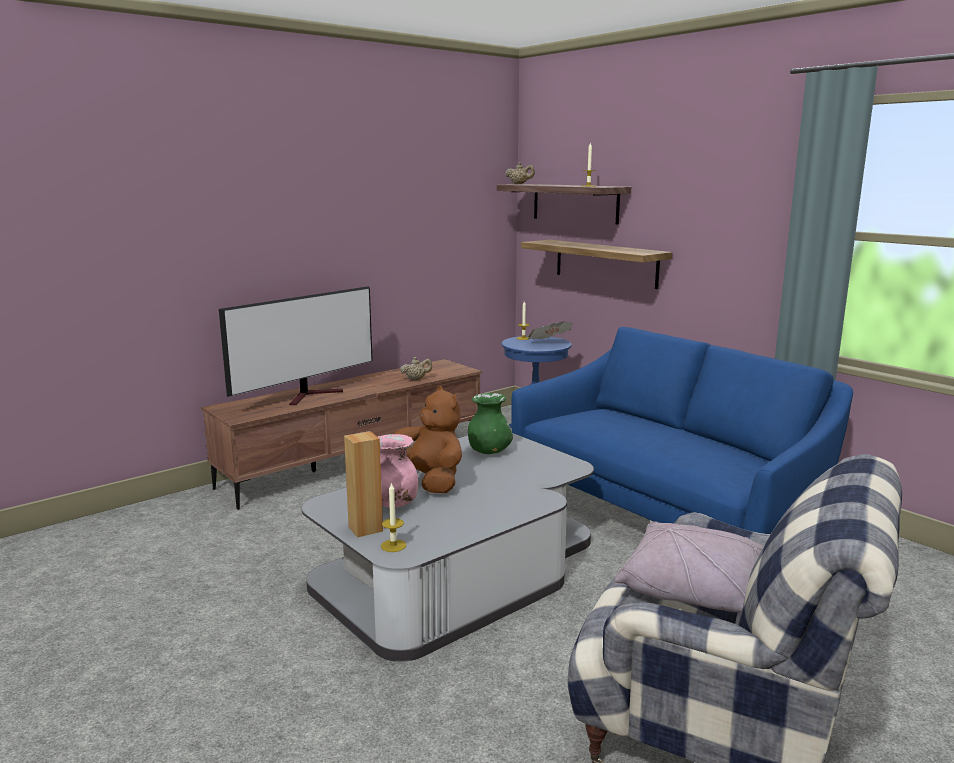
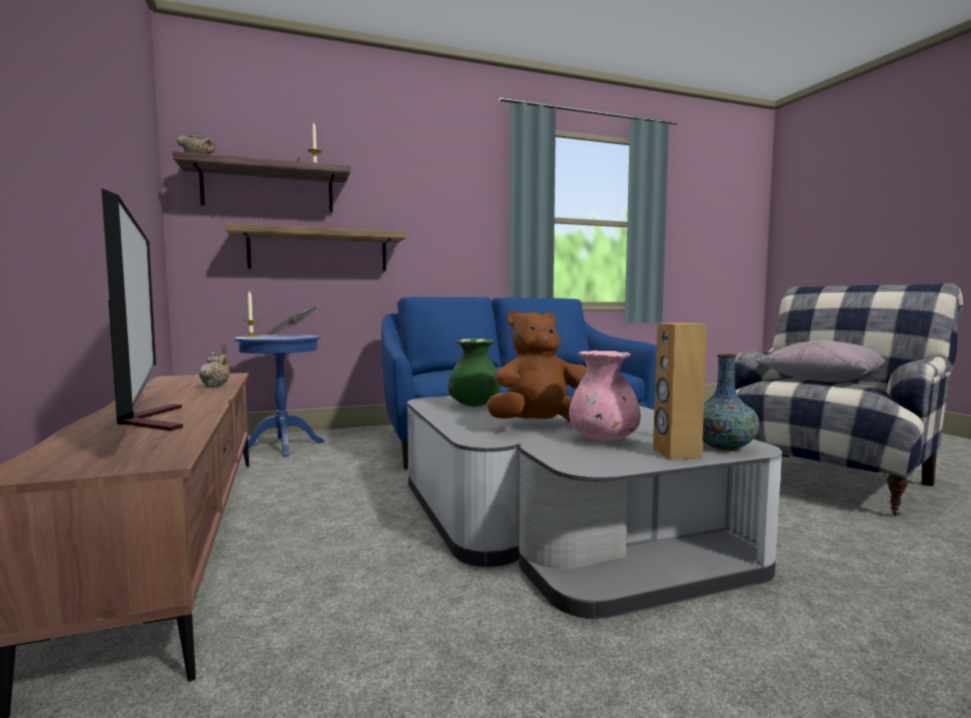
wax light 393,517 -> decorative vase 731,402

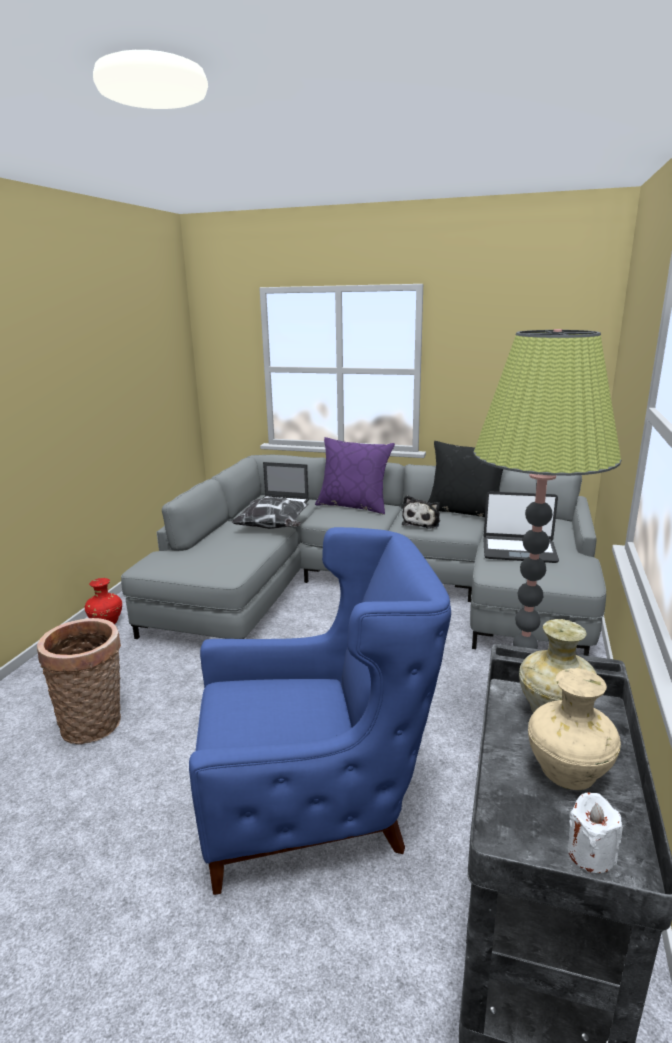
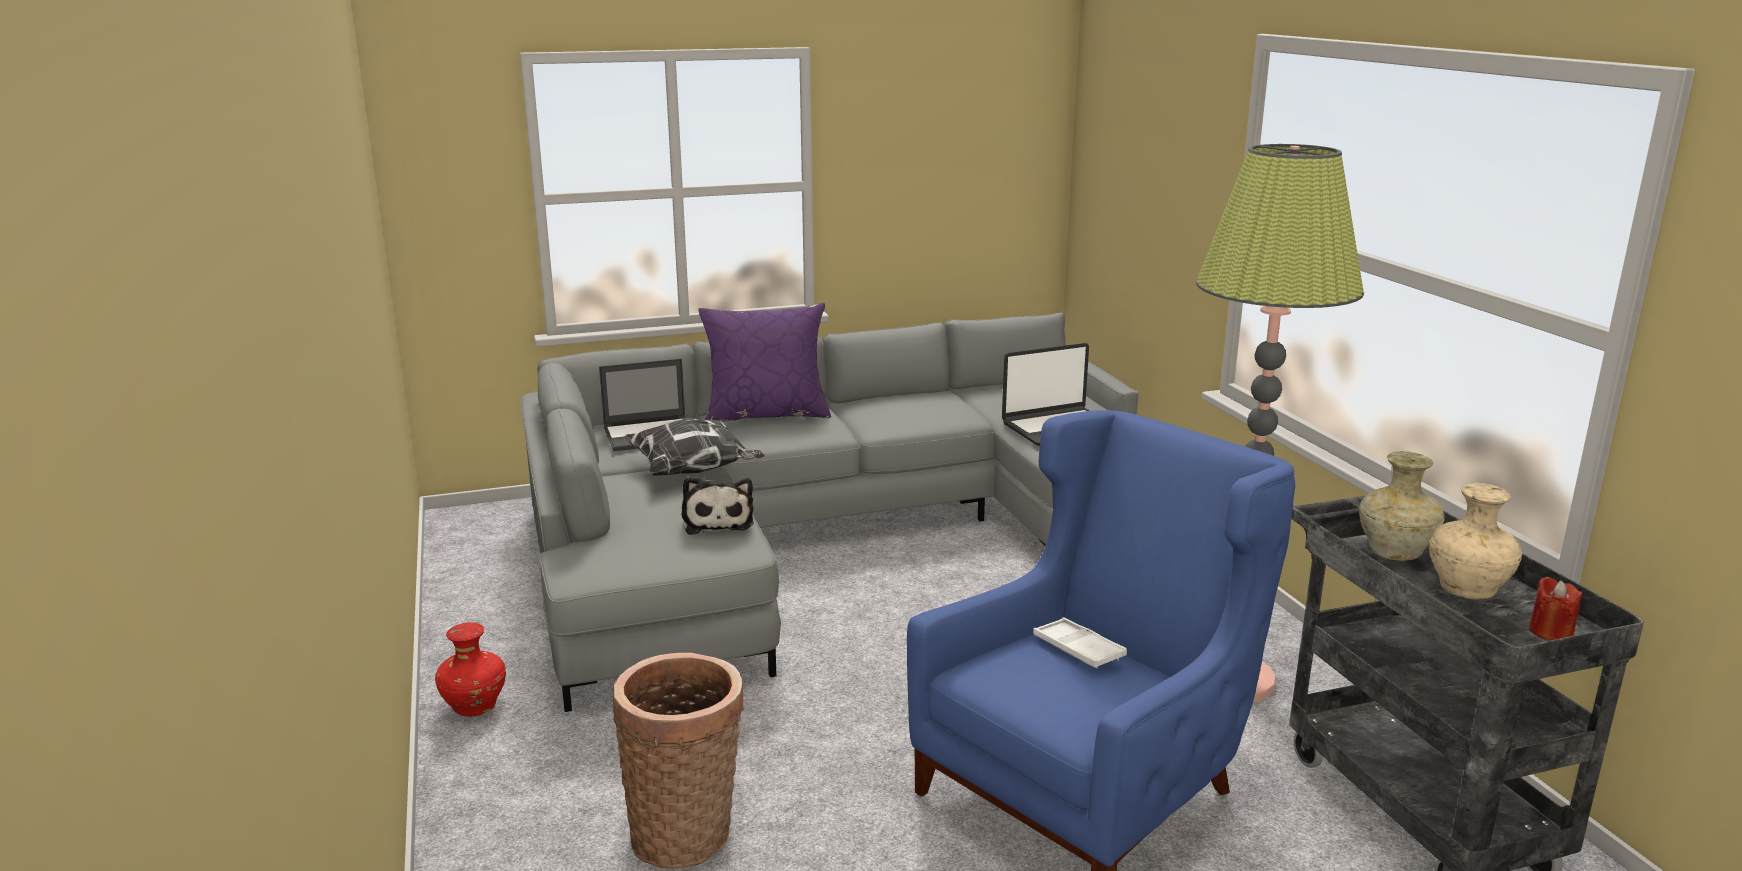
soft toy 421,512 -> soft toy 718,505, relocated
none -> whitish carrying tray 1080,642
whitish wax light 595,832 -> reddish wax light 1556,609
blackish cushion 465,479 -> none

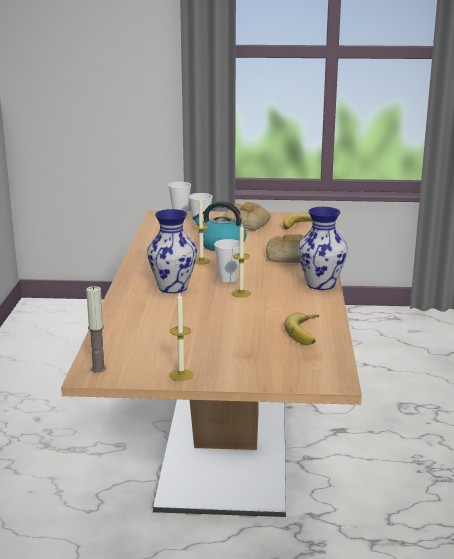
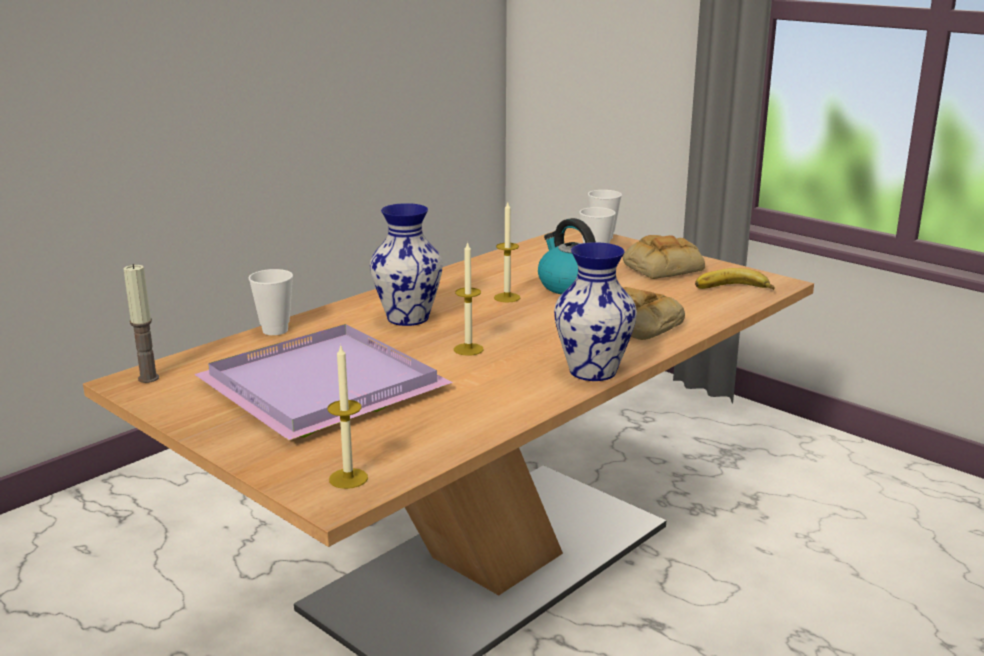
none -> purple carrying tray 323,382
small cup 227,260 -> small cup 271,302, relocated
wax light 181,336 -> wax light 347,417, relocated
banana fruit 301,329 -> none

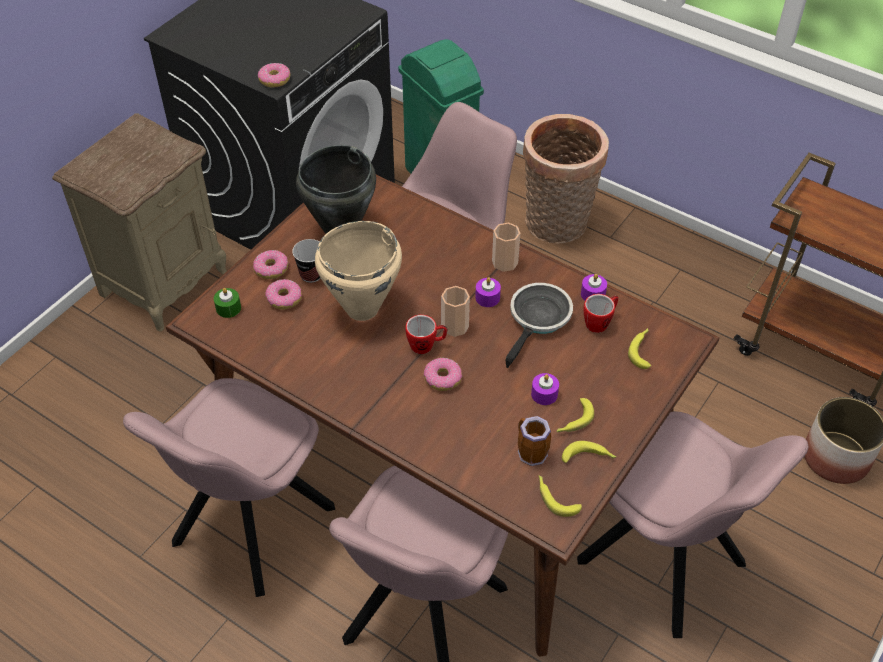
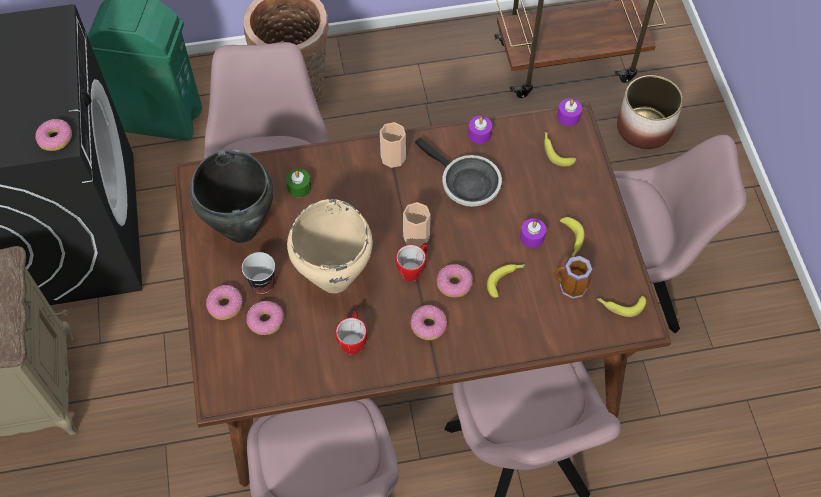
green-coloured wax light 227,303 -> green-coloured wax light 298,183, relocated
mug 600,313 -> mug 351,332, relocated
none -> ring doughnut 429,322
pan 539,325 -> pan 458,172, 150 degrees clockwise
banana fruit 589,452 -> banana fruit 506,281, relocated
purple wax light 488,292 -> purple wax light 569,112, relocated

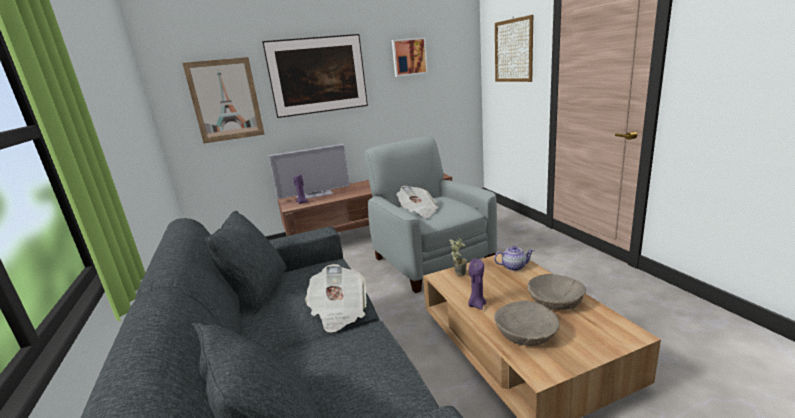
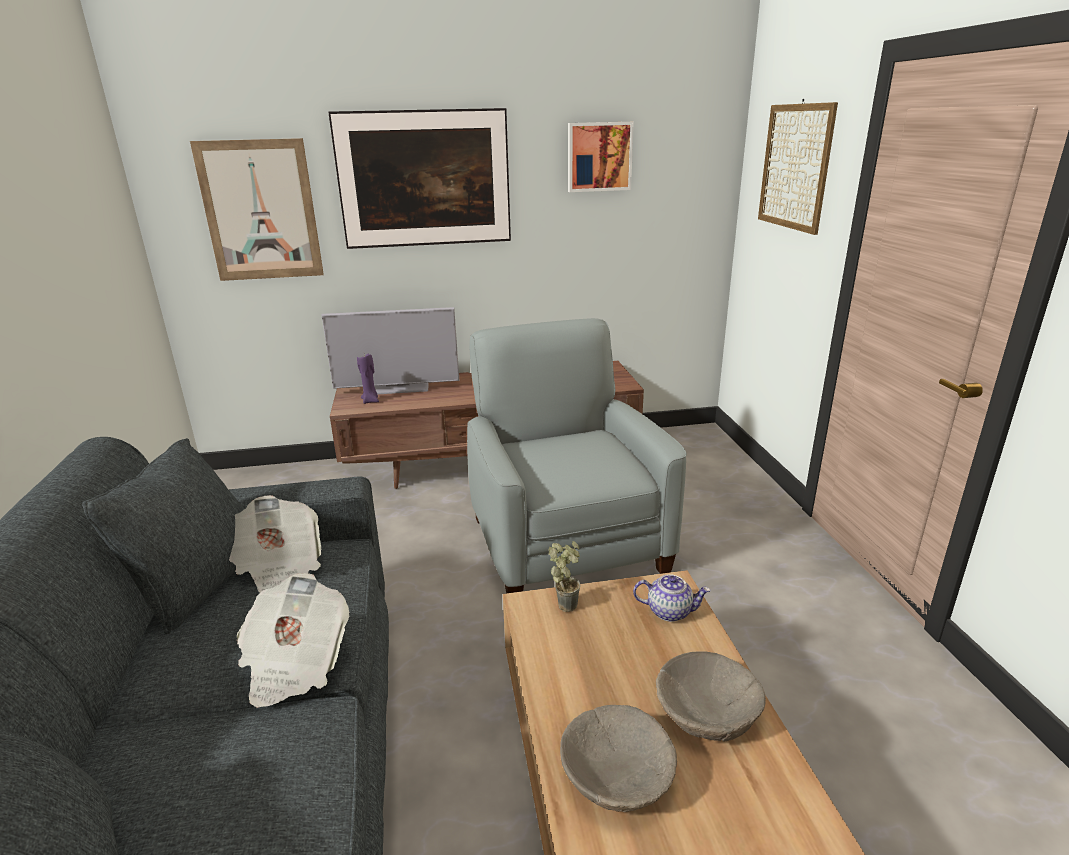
daily paper 418,202 -> daily paper 275,544, relocated
purple wax light 477,284 -> none

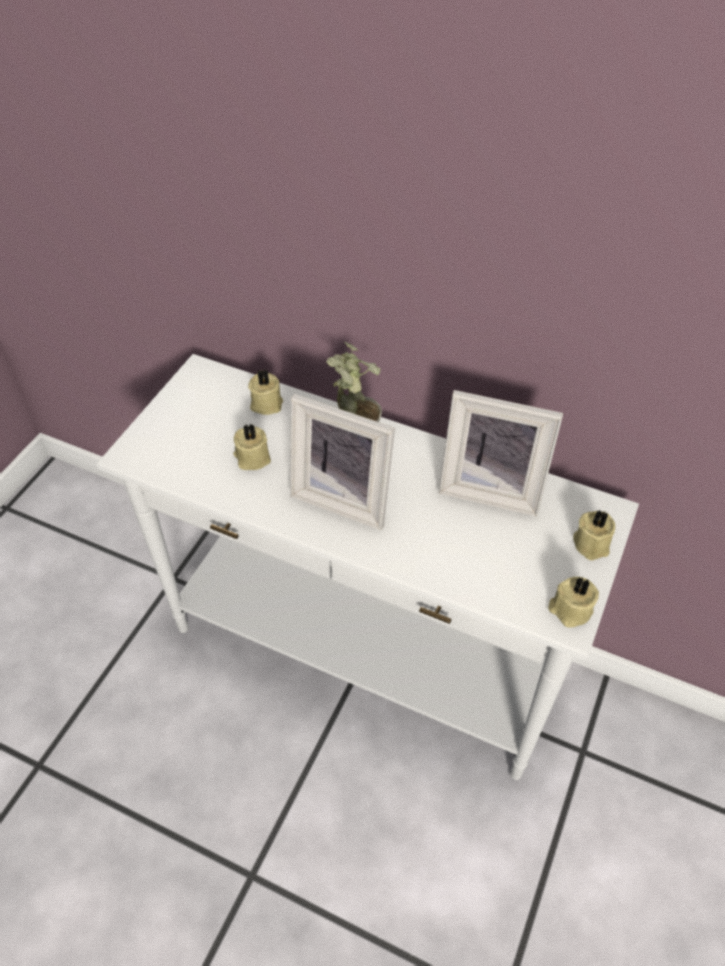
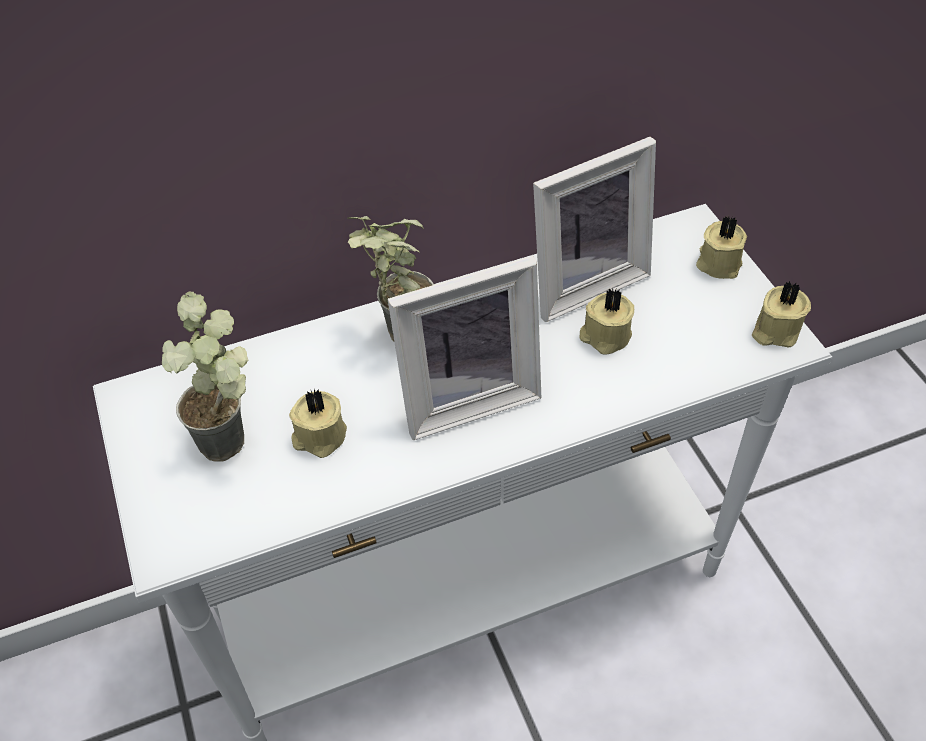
none -> potted plant 205,376
sand-coloured wax light 265,392 -> sand-coloured wax light 606,321, relocated

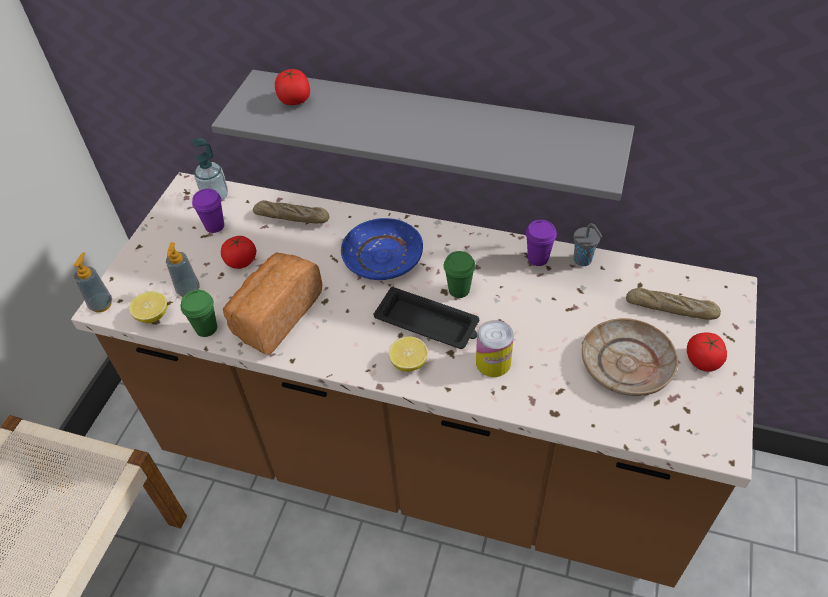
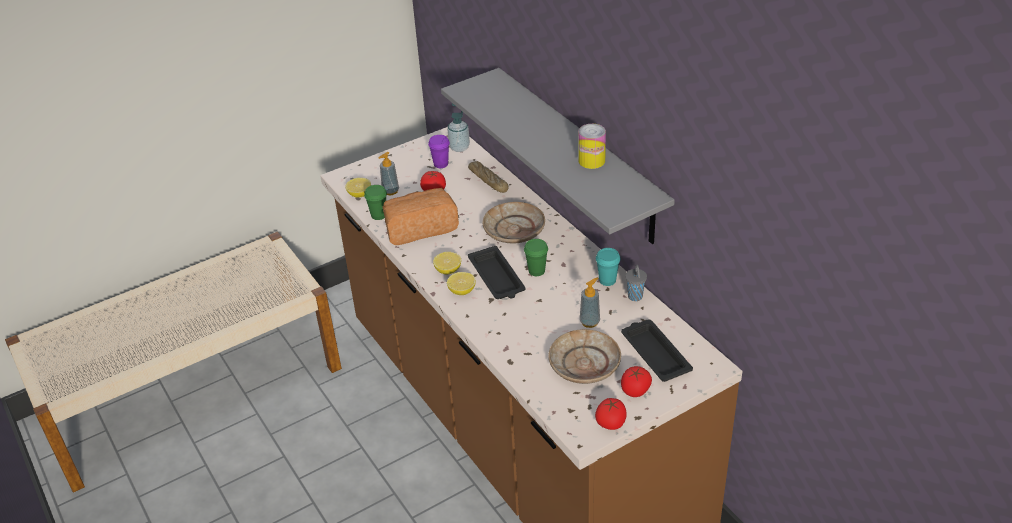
none -> whole lemon 447,263
blue-coloured dinner plate 382,249 -> sand-coloured dinner plate 514,222
sealed can 495,348 -> sealed can 592,146, relocated
liquid soap bottle 93,282 -> liquid soap bottle 590,302, relocated
fresh tomato 292,86 -> fresh tomato 611,414, relocated
purple small cup 541,243 -> turquoise-coloured small cup 608,267
bread 673,304 -> blackish carrying tray 657,350

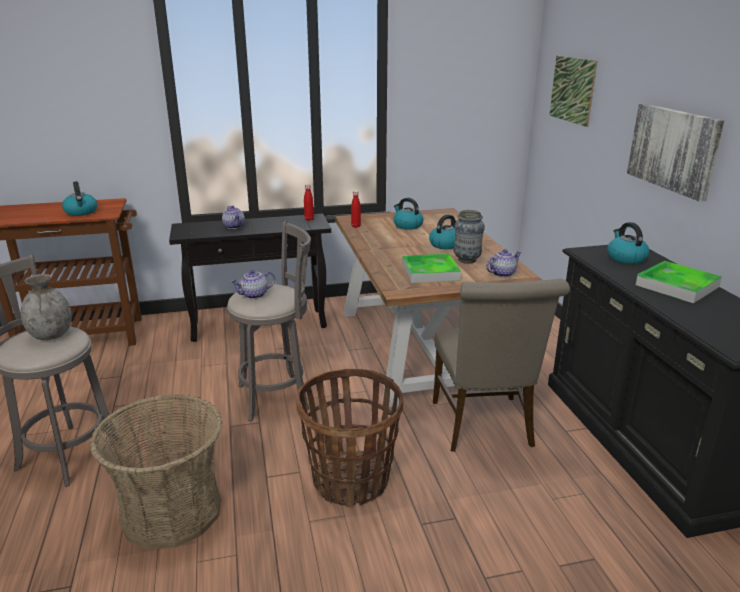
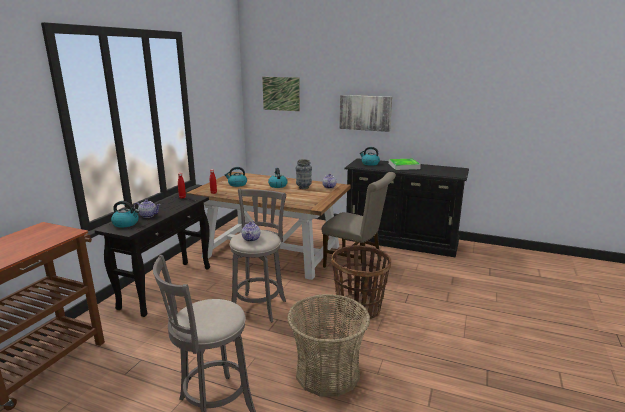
tea kettle 80,198 -> tea kettle 125,214, relocated
gray decorative vase 46,307 -> none
carrying tray 432,268 -> none

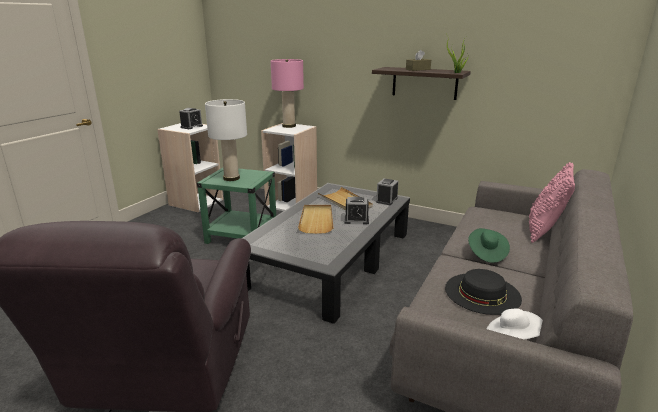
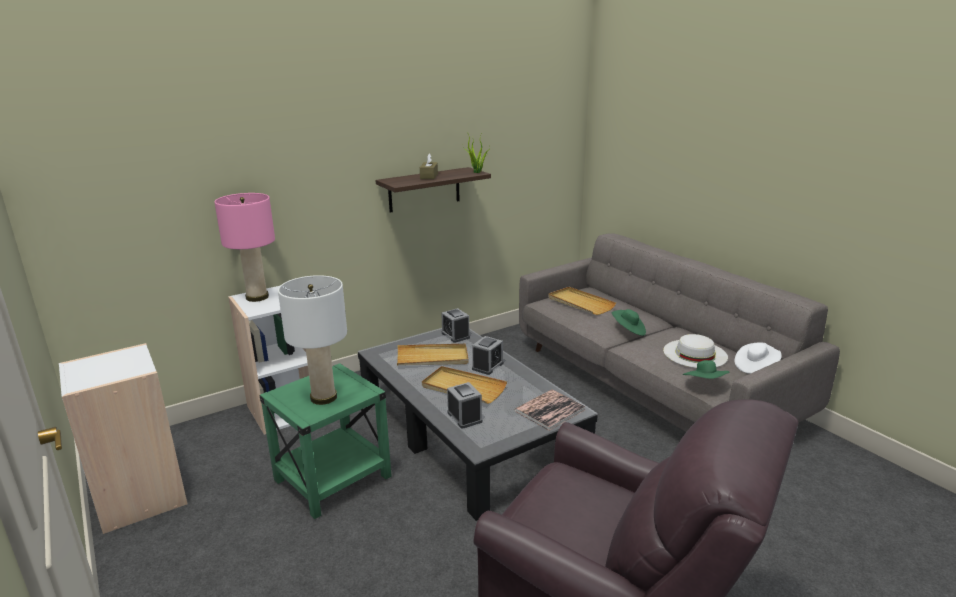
table clock 191,118 -> table clock 465,405, relocated
none -> bound book 550,410
none -> sand-coloured carrying tray 582,301
blackish clothing hat 483,292 -> whitish clothing hat 695,351
none -> green-coloured clothing hat 705,369
pink-coloured cushion 552,202 -> none

